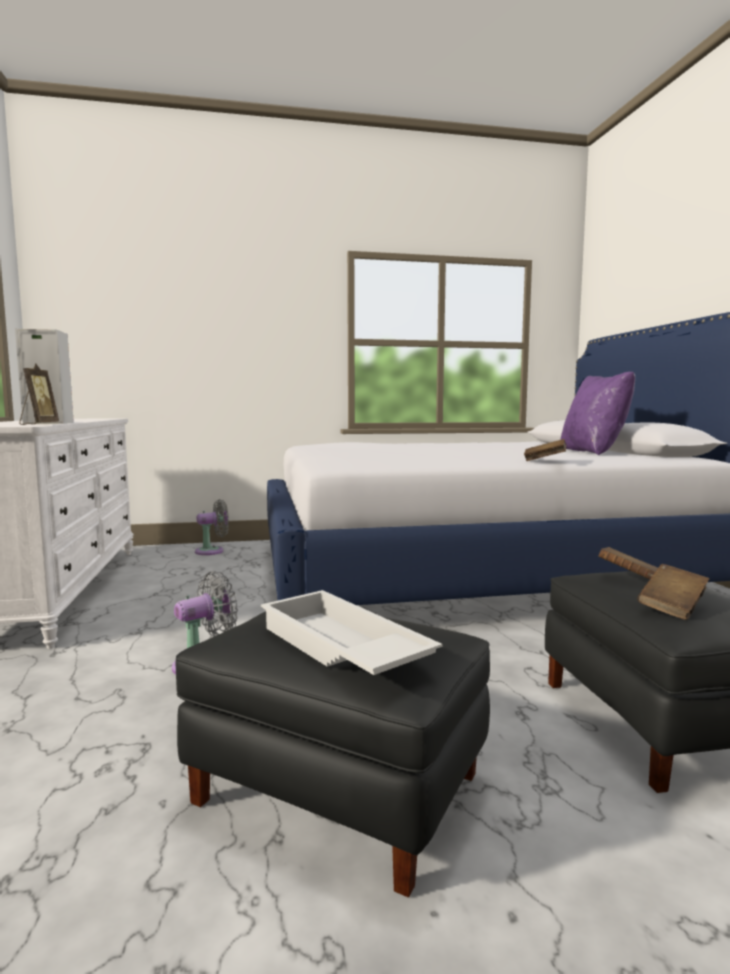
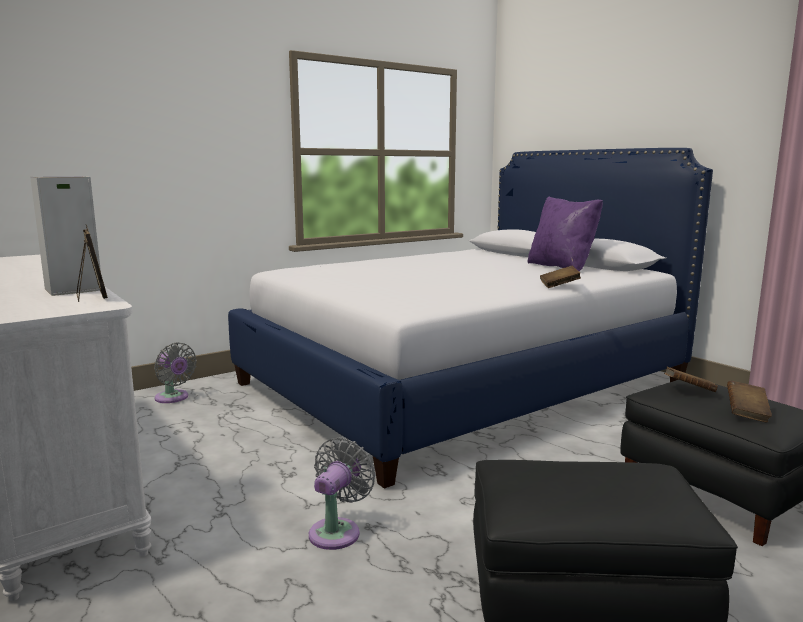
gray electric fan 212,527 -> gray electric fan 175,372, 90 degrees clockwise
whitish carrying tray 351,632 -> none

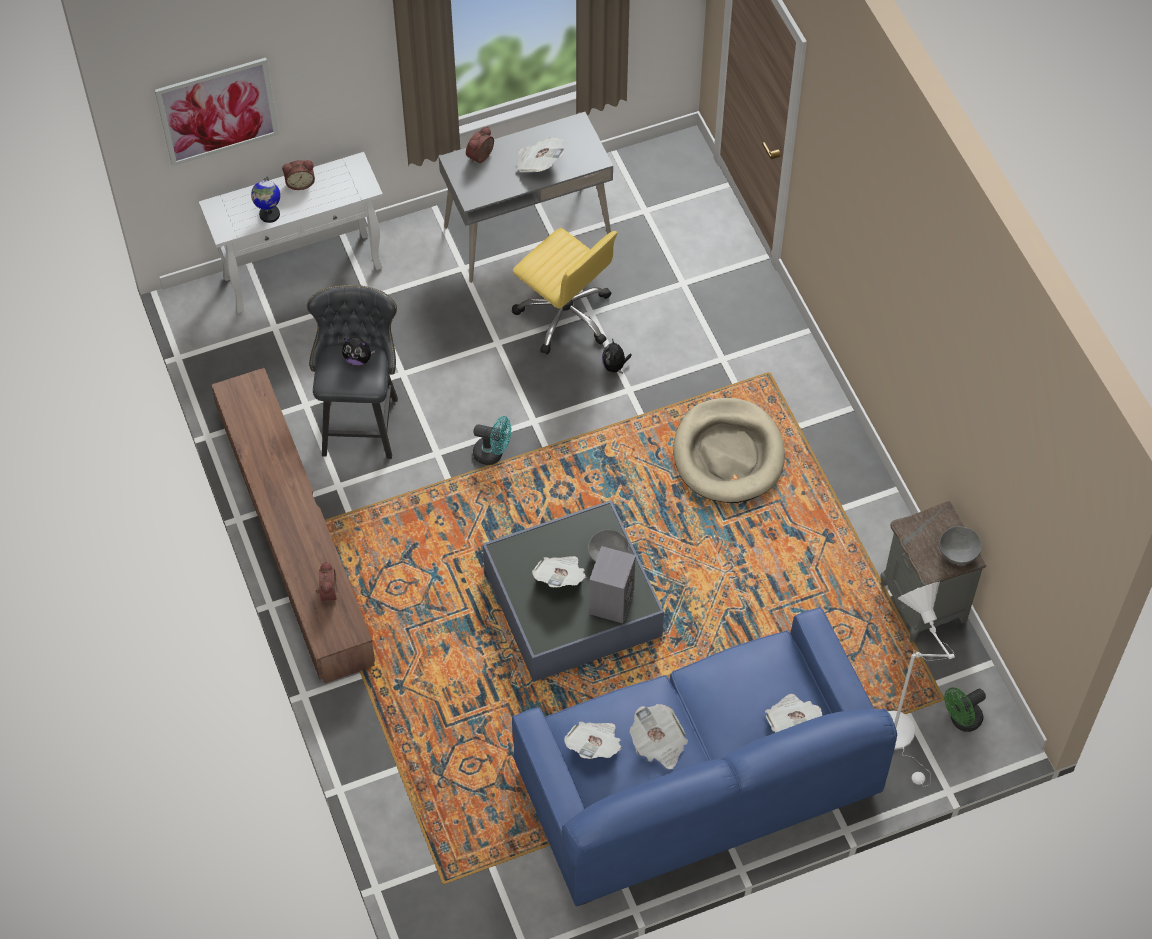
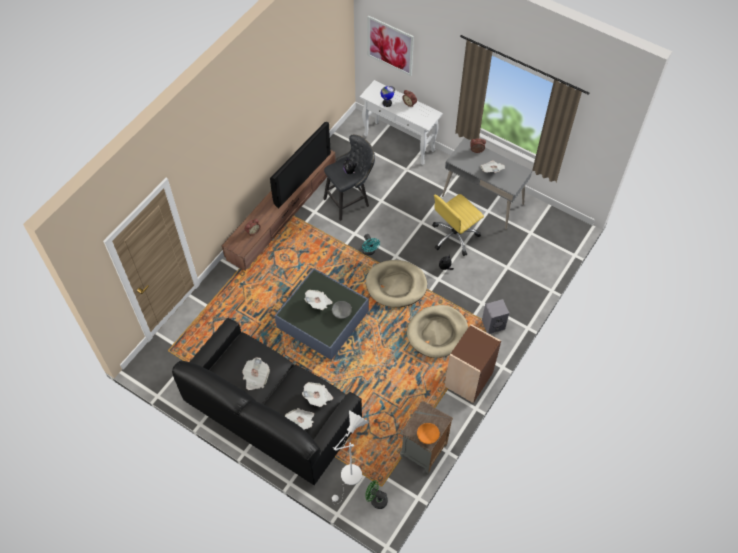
blue-coloured couch 704,756 -> blackish couch 267,401
none -> TV set 300,165
daily paper 593,740 -> daily paper 317,394, relocated
none -> sand-coloured dog cushion 396,283
gray bowl 960,545 -> orange bowl 428,433
yellow-coloured computer chair 564,291 -> yellow-coloured computer chair 458,225, 45 degrees clockwise
none -> brown-coloured bookcase 473,363
gray loudspeaker 612,584 -> gray loudspeaker 495,316, relocated

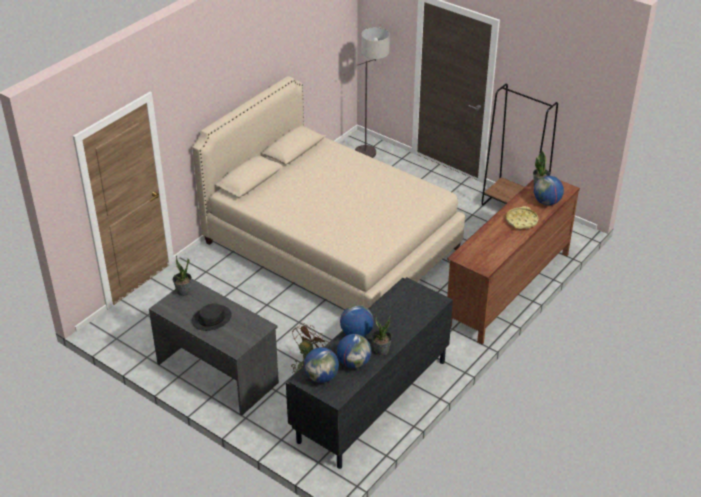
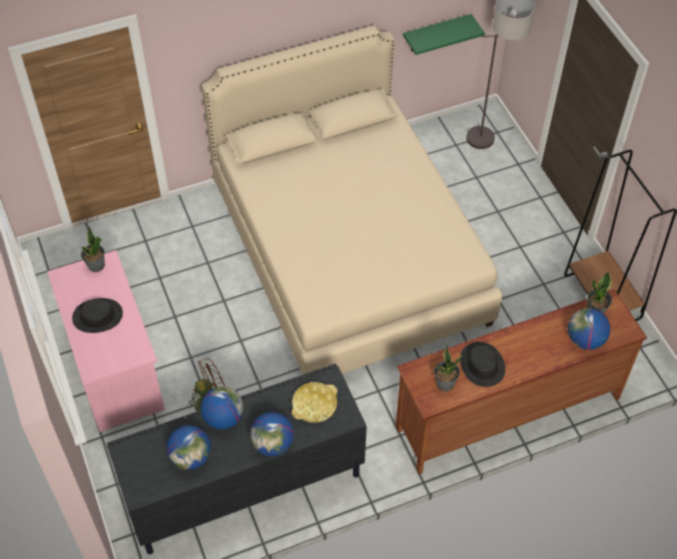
gray desk 214,347 -> pink-coloured desk 106,341
world globe 321,365 -> world globe 272,434, relocated
yellow-coloured carrying tray 522,217 -> yellow-coloured carrying tray 314,402, relocated
none -> green-coloured shelf 444,34
potted plant 382,335 -> potted plant 448,368, relocated
none -> blackish clothing hat 482,364

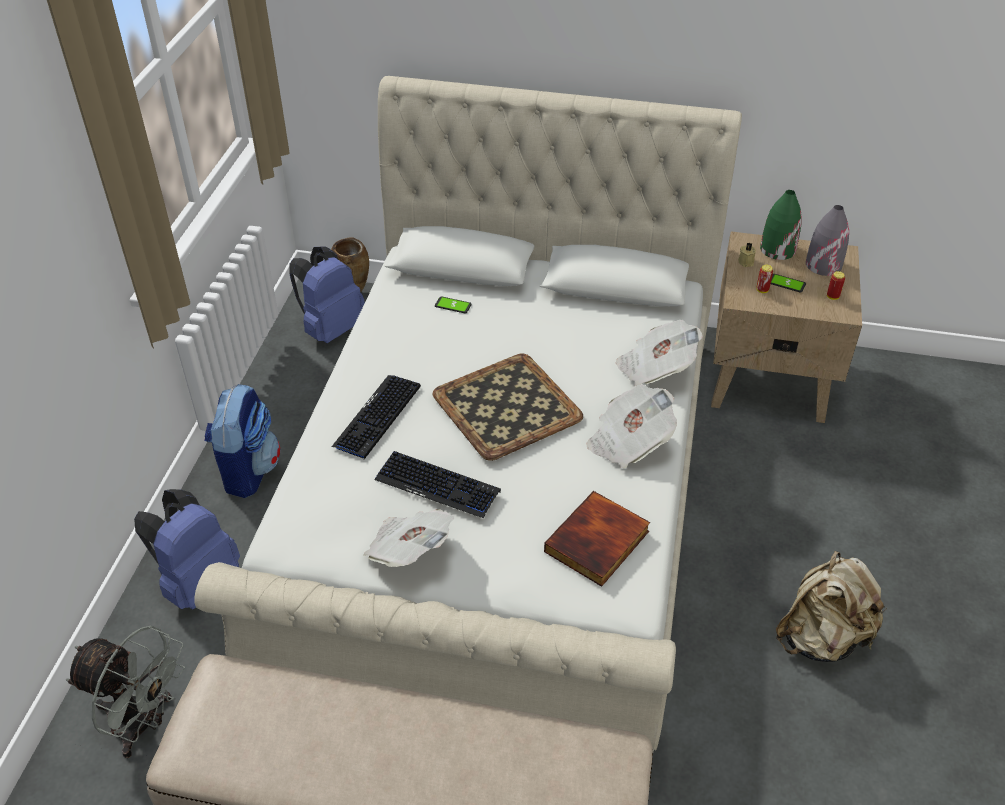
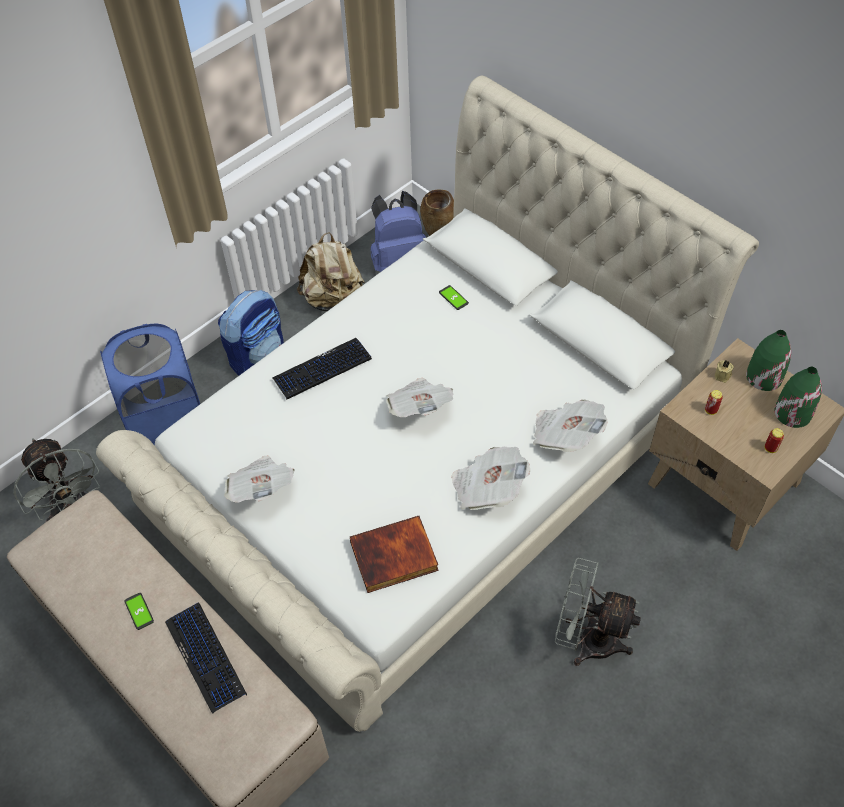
blue-coloured rucksack 187,549 -> blue-coloured laundry basket 150,385
handset 788,283 -> handset 139,611, relocated
computer keyboard 438,484 -> computer keyboard 206,658, relocated
sand-coloured rucksack 831,606 -> sand-coloured rucksack 331,271, relocated
carrying tray 507,407 -> daily paper 420,397
none -> gray electric fan 598,612
gray decorative vase 827,240 -> green-coloured decorative vase 798,397

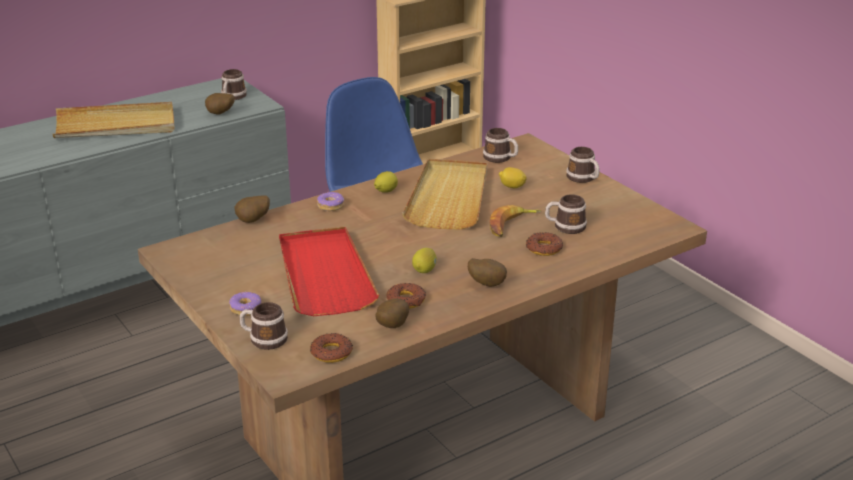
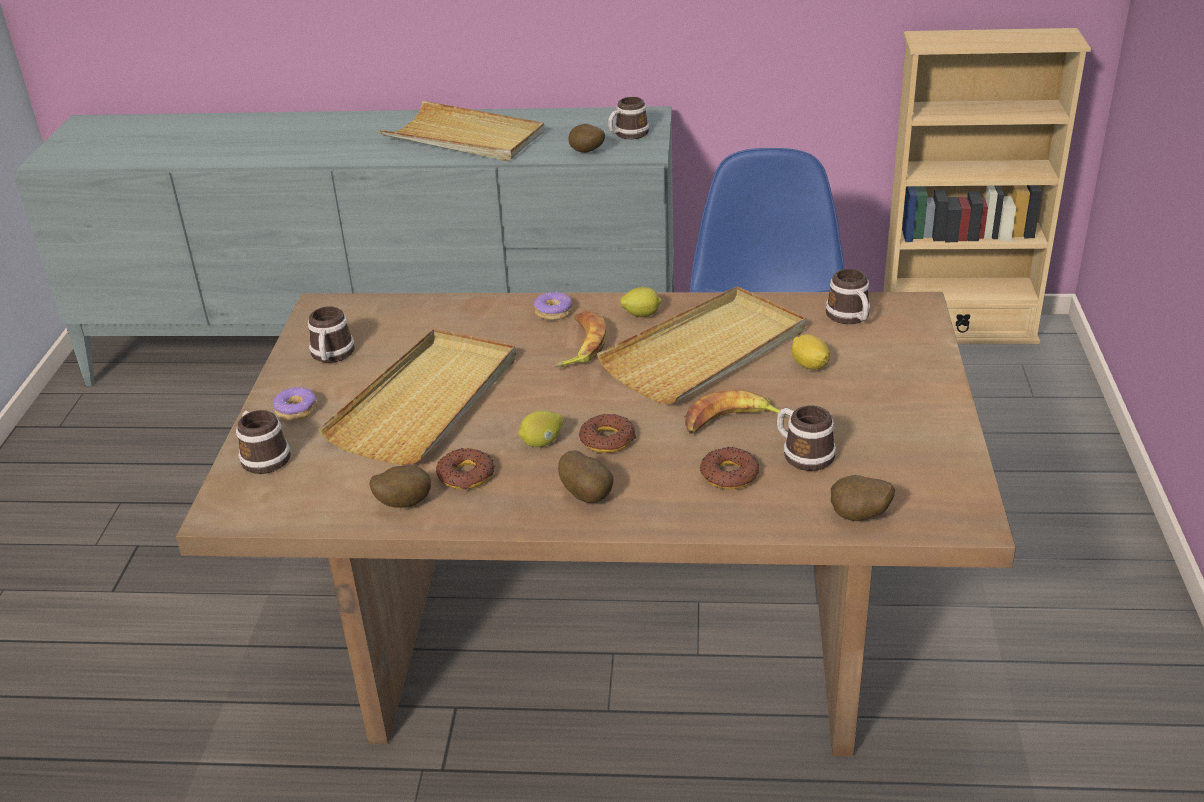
mug 582,165 -> mug 331,334, relocated
reddish carrying tray 329,271 -> sand-coloured carrying tray 417,397
none -> banana fruit 580,339
ring doughnut 331,348 -> ring doughnut 607,433, relocated
potato 252,209 -> potato 863,498, relocated

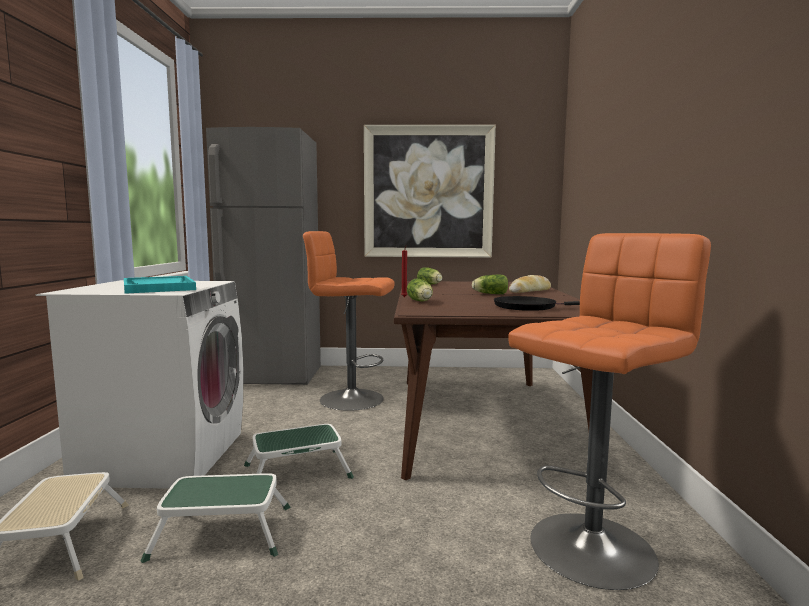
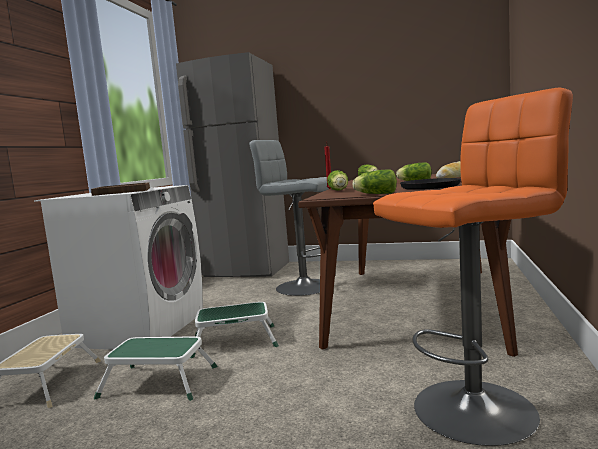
turquoise-coloured carrying tray 160,285 -> brown-coloured carrying tray 120,189
orange sitting stool 349,321 -> gray sitting stool 289,218
none -> head of lettuce 374,181
wall art 430,191 -> none

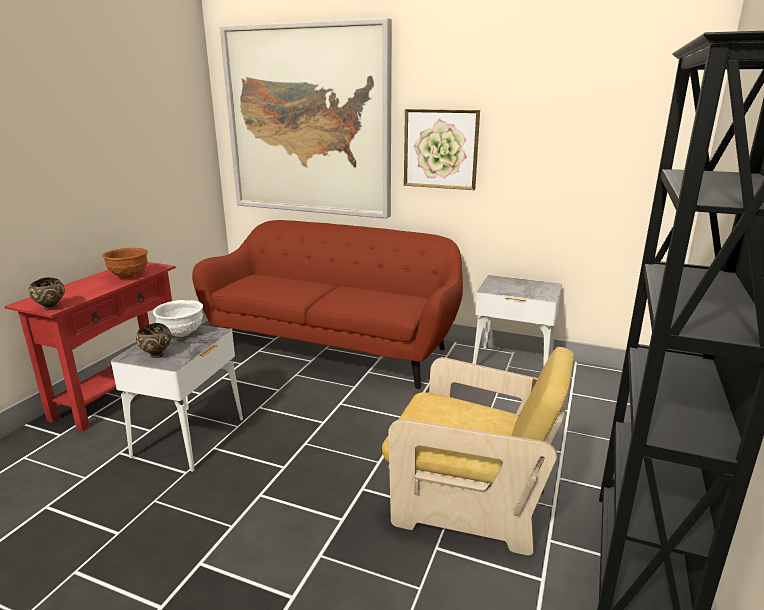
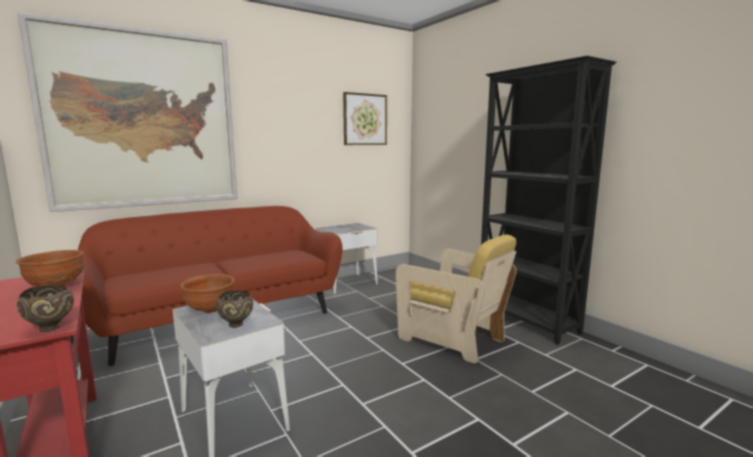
whitish bowl 178,318 -> brown-coloured bowl 208,293
wall art 442,149 -> wall art 365,118, relocated
yellow-coloured easy chair 478,451 -> yellow-coloured easy chair 456,298, 75 degrees clockwise

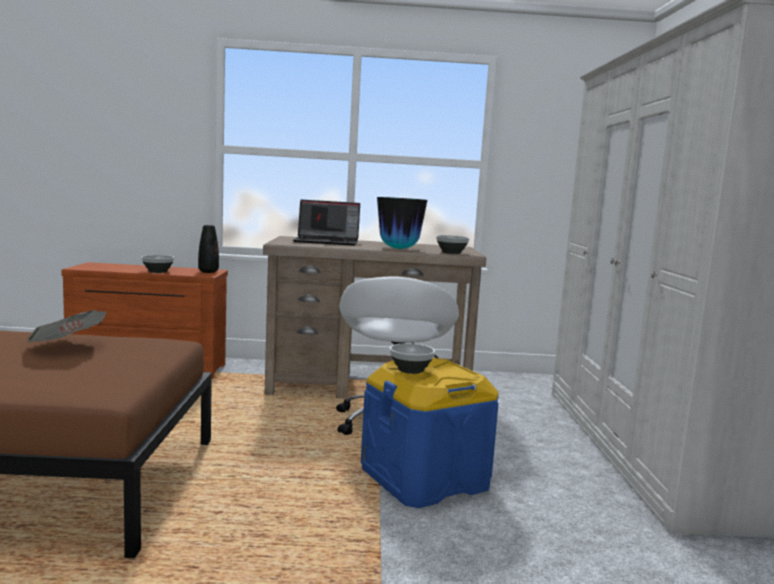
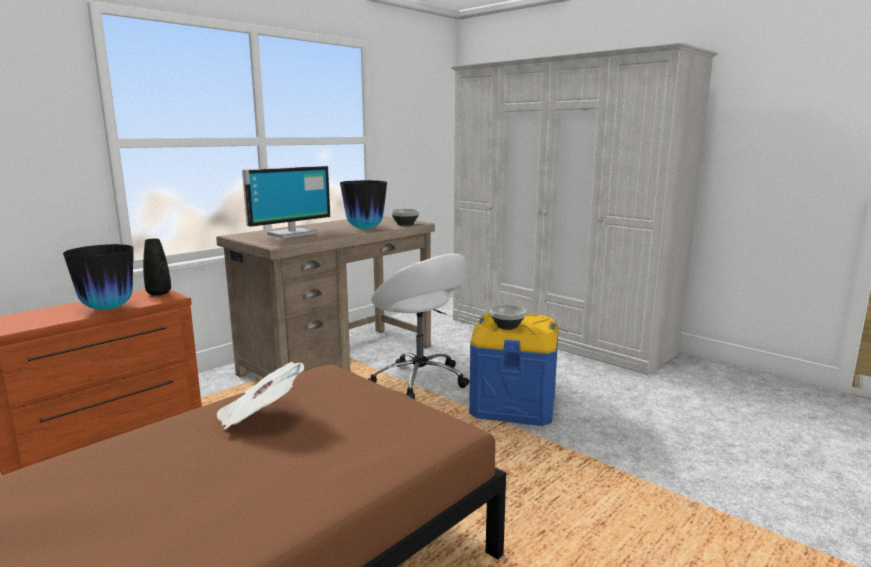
bowl 157,264 -> decorative vase 98,277
notebook computer 326,223 -> monitor 286,202

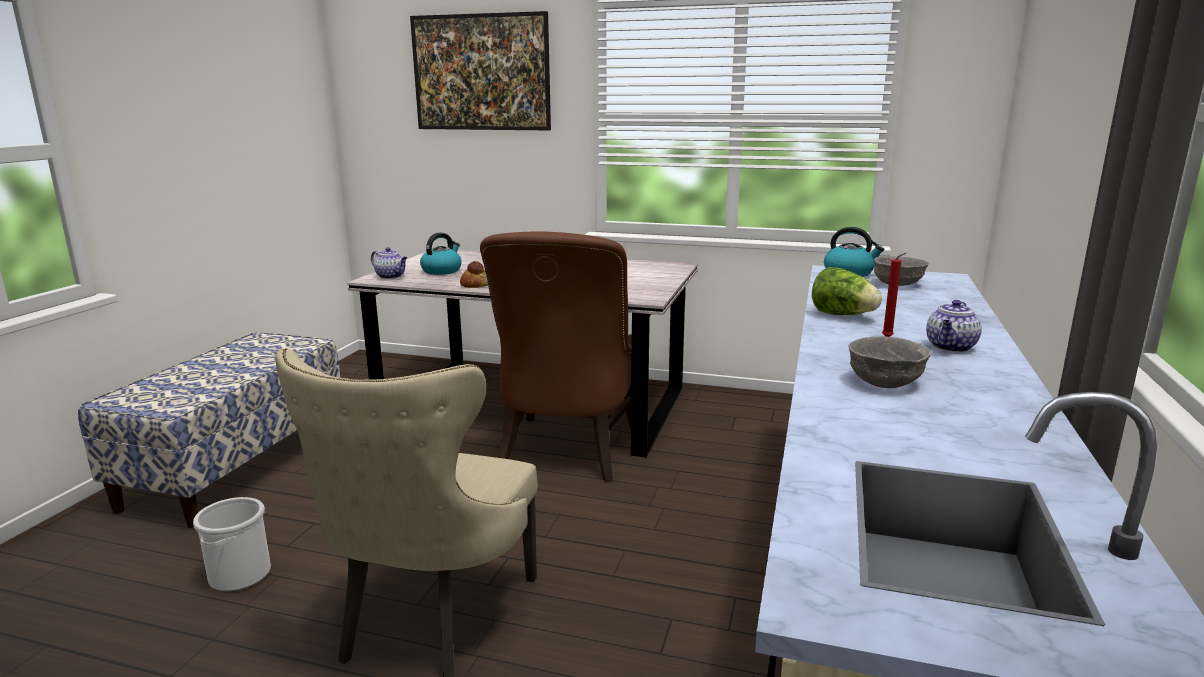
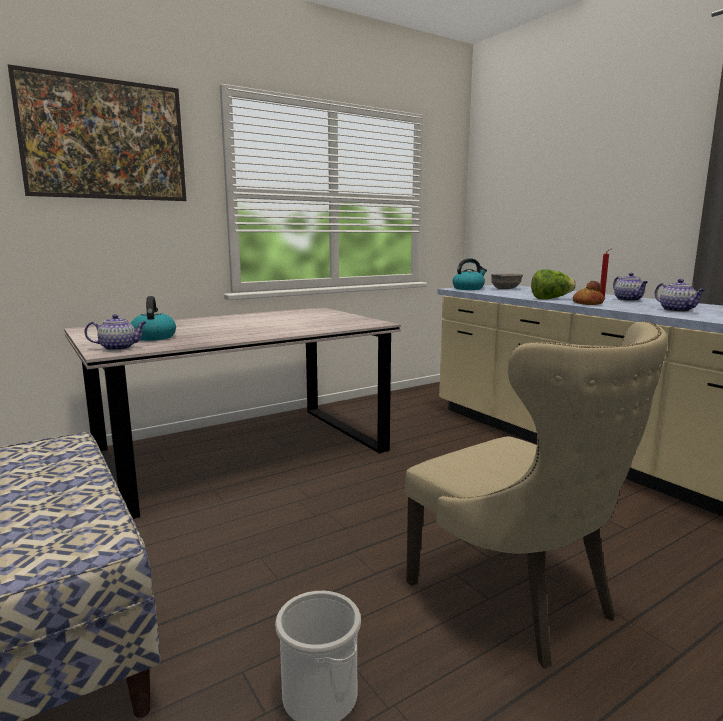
bread 474,274 -> bread 588,293, relocated
gray bowl 889,362 -> tea pot 680,295
brown-coloured upright chair 556,357 -> none

